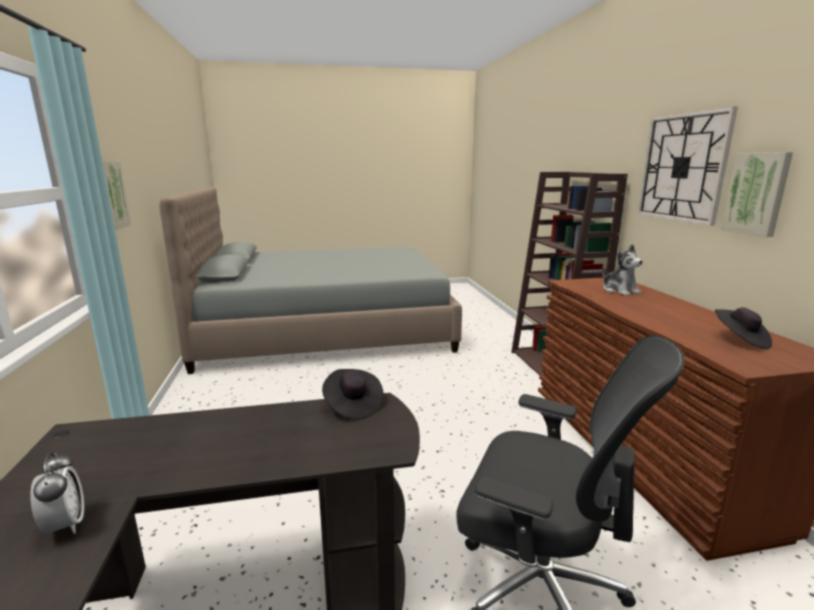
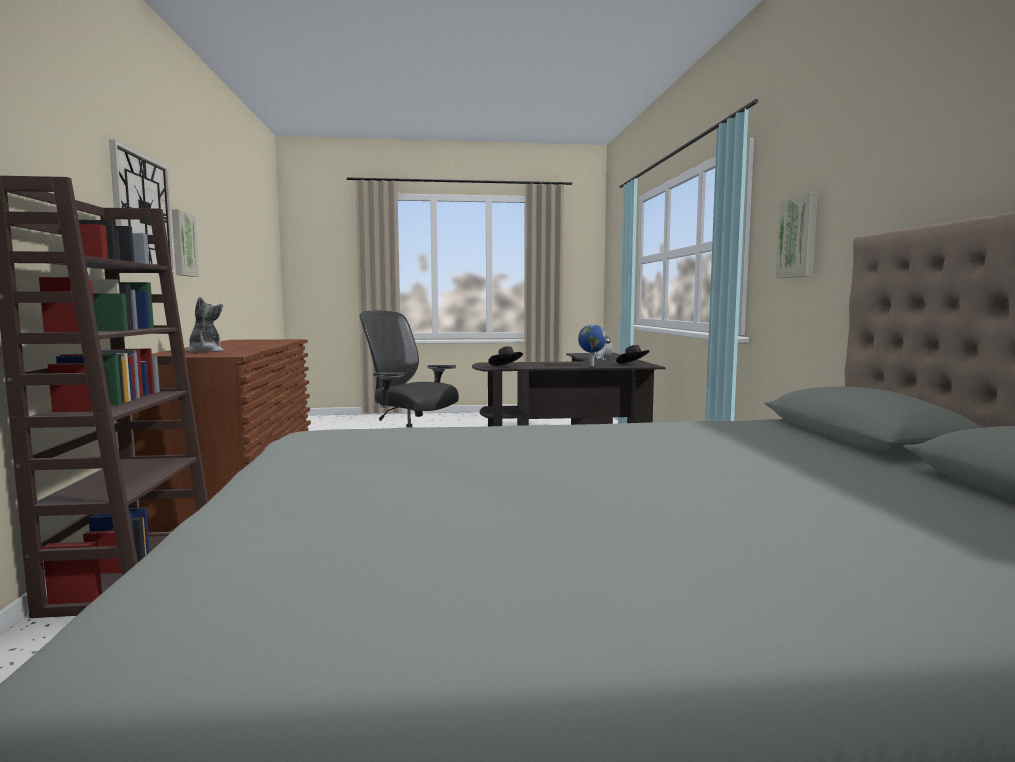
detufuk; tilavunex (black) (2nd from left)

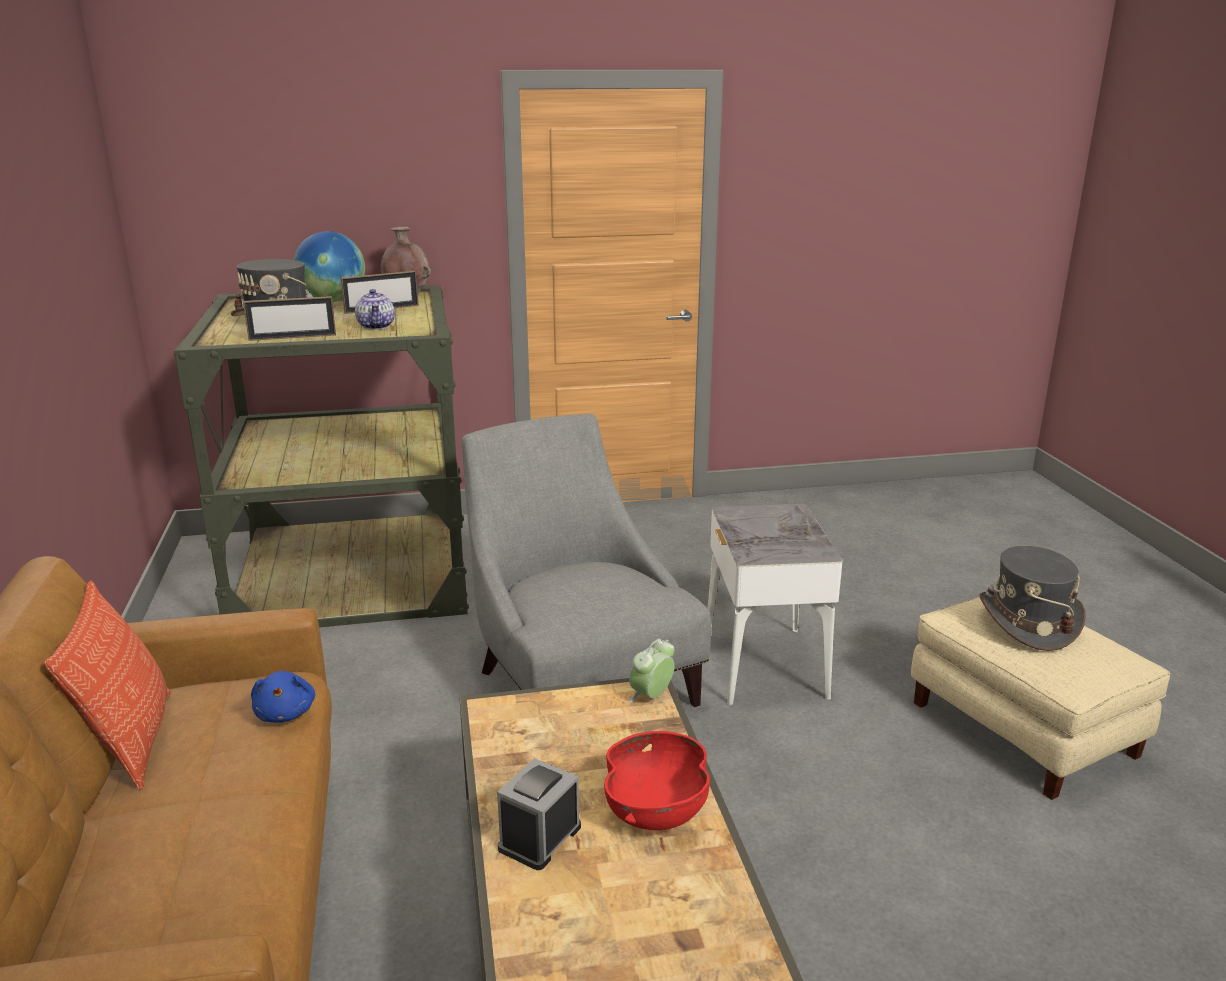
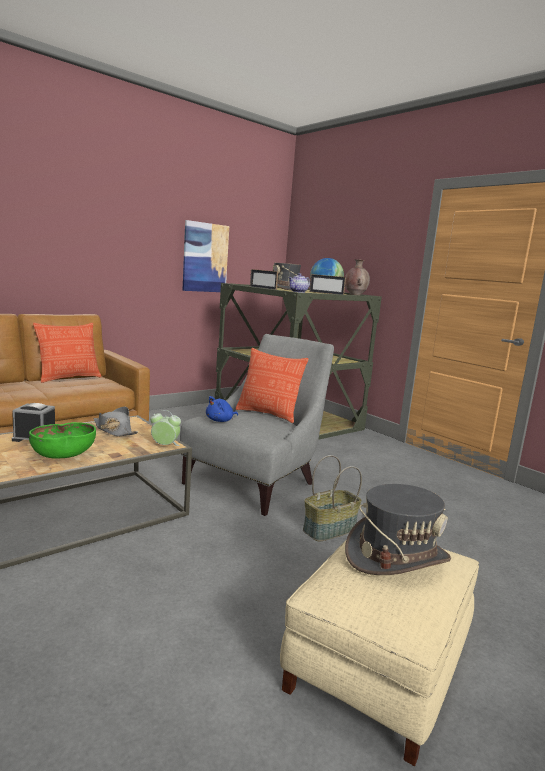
tilavunex (grey) (1st from left); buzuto; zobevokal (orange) (2nd from left); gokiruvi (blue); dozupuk; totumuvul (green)

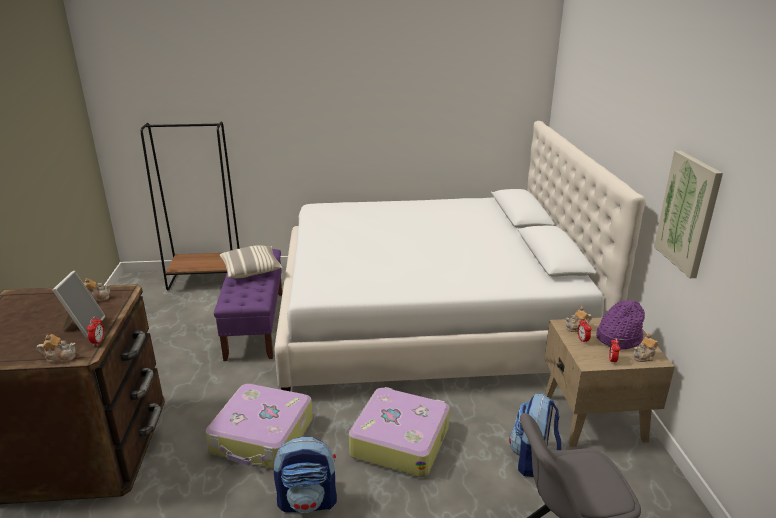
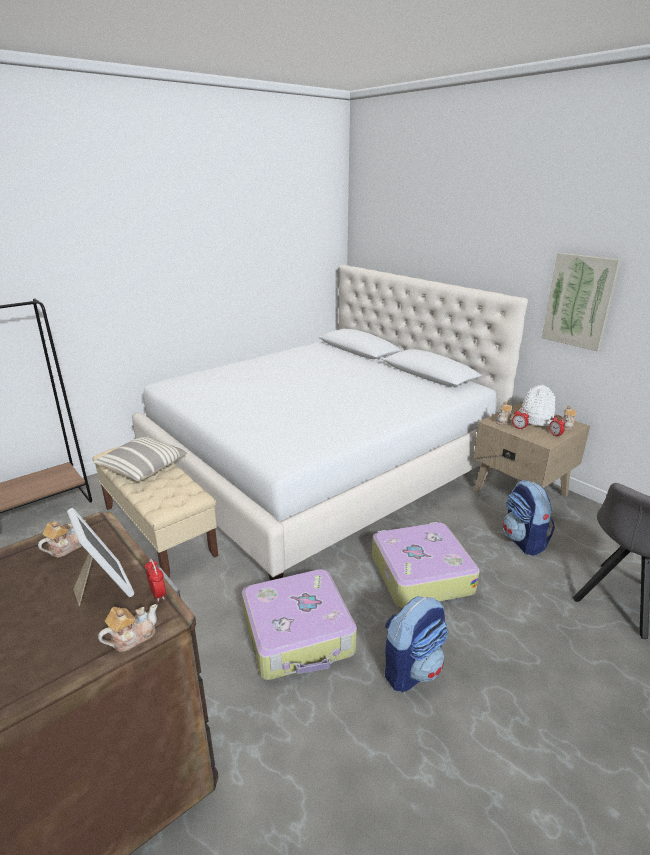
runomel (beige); tilavunex (white)

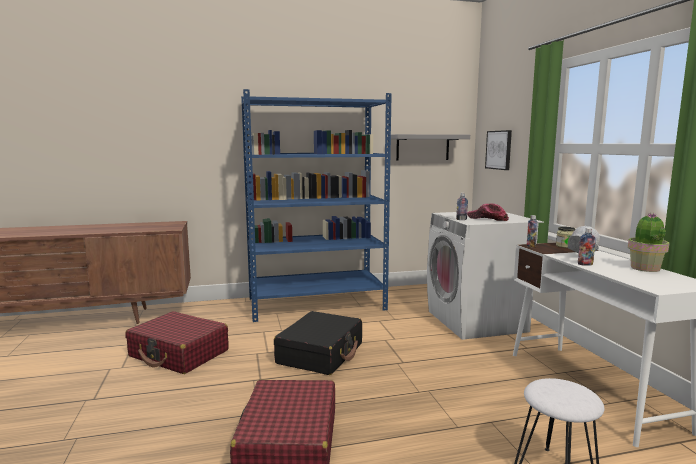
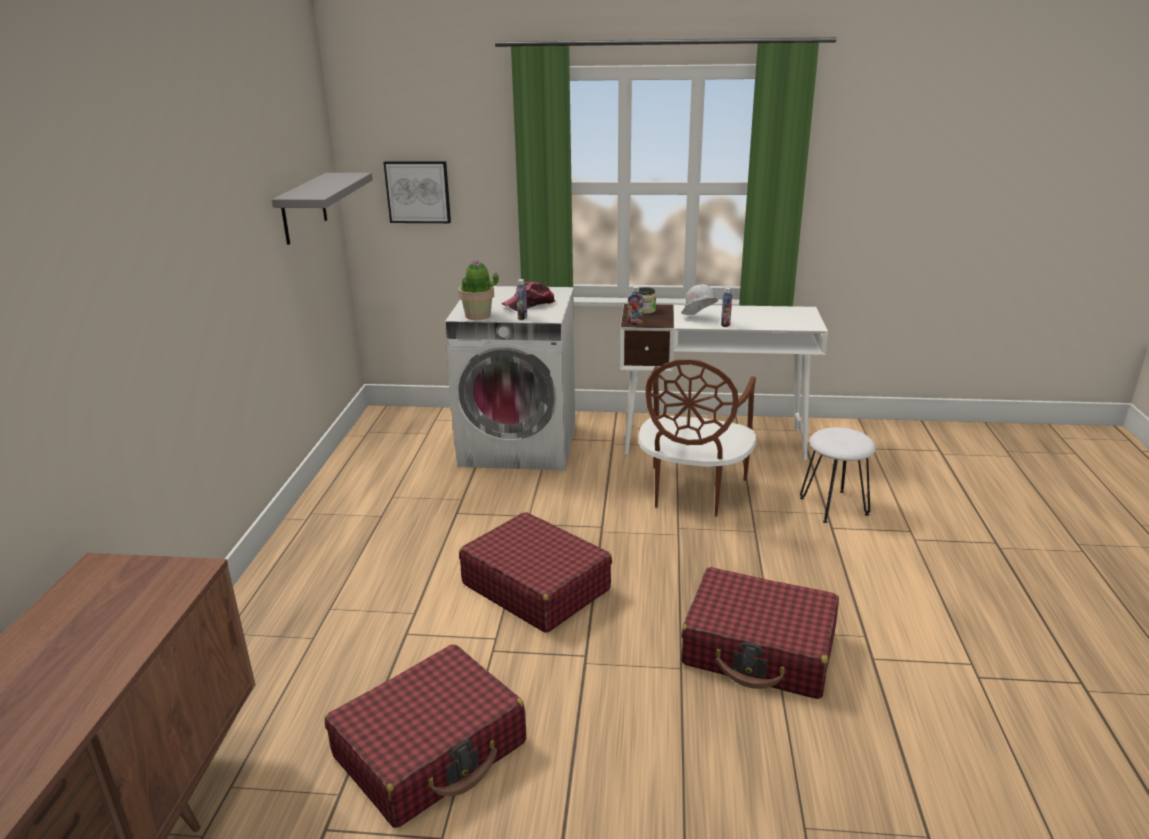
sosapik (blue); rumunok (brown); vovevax; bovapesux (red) (2nd from left)

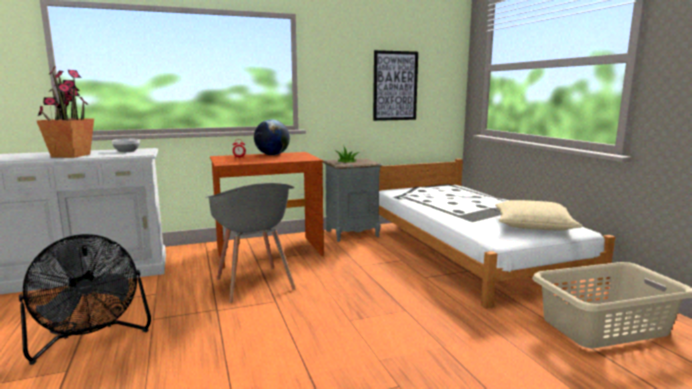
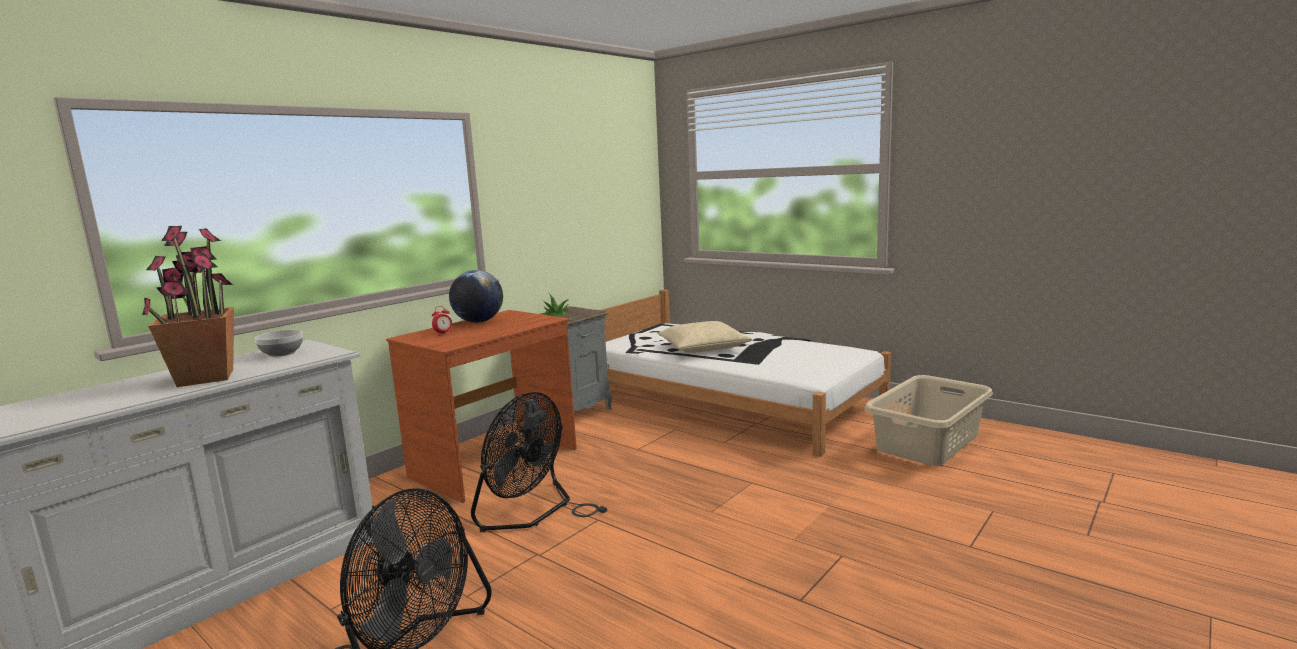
buzuto; zobevokal (beige); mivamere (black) (2nd from left)

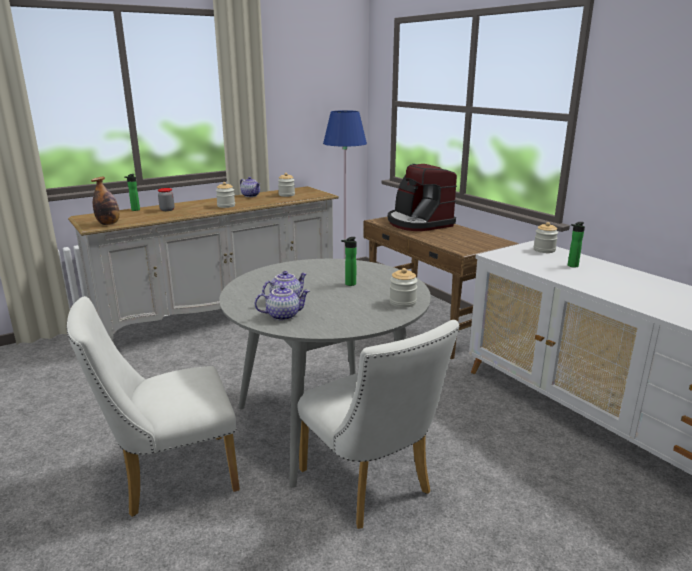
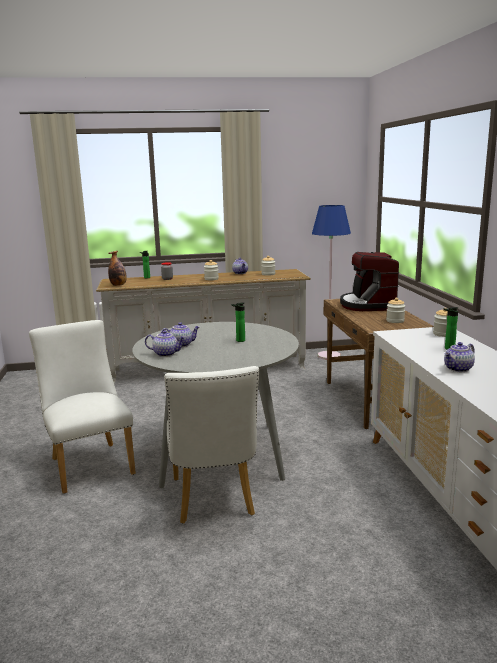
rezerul (4th from left); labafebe (4th from left); rumunok (white) (1st from left)

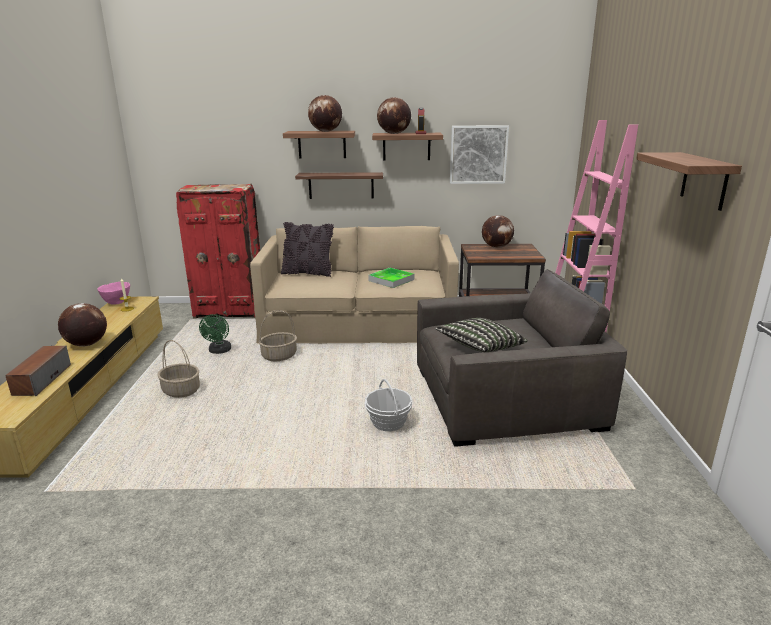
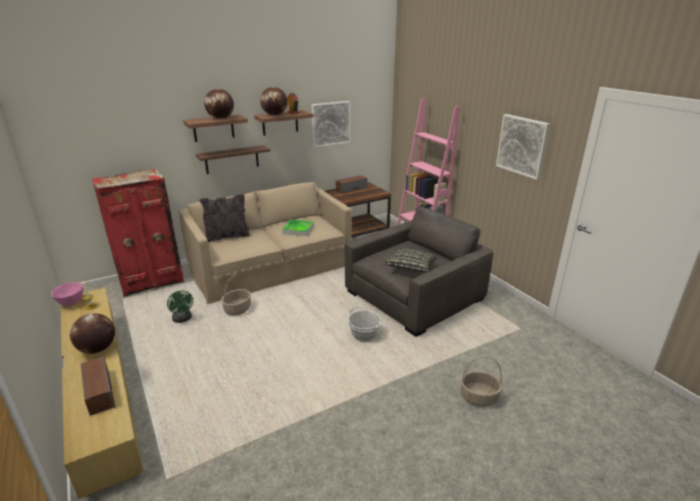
dozupuk (3rd from left); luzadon (2nd from left); buzuto (2nd from left)

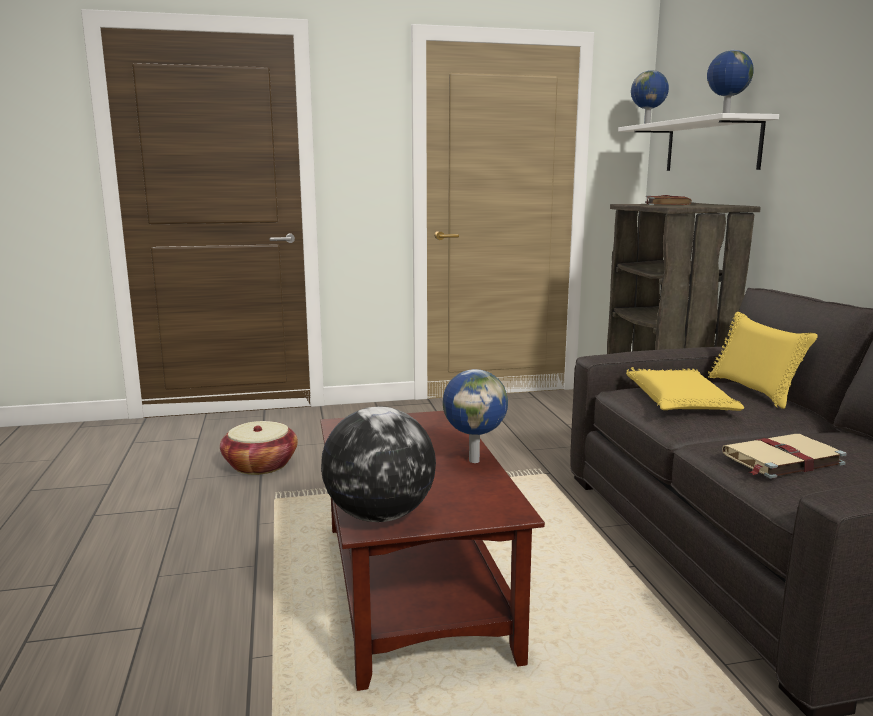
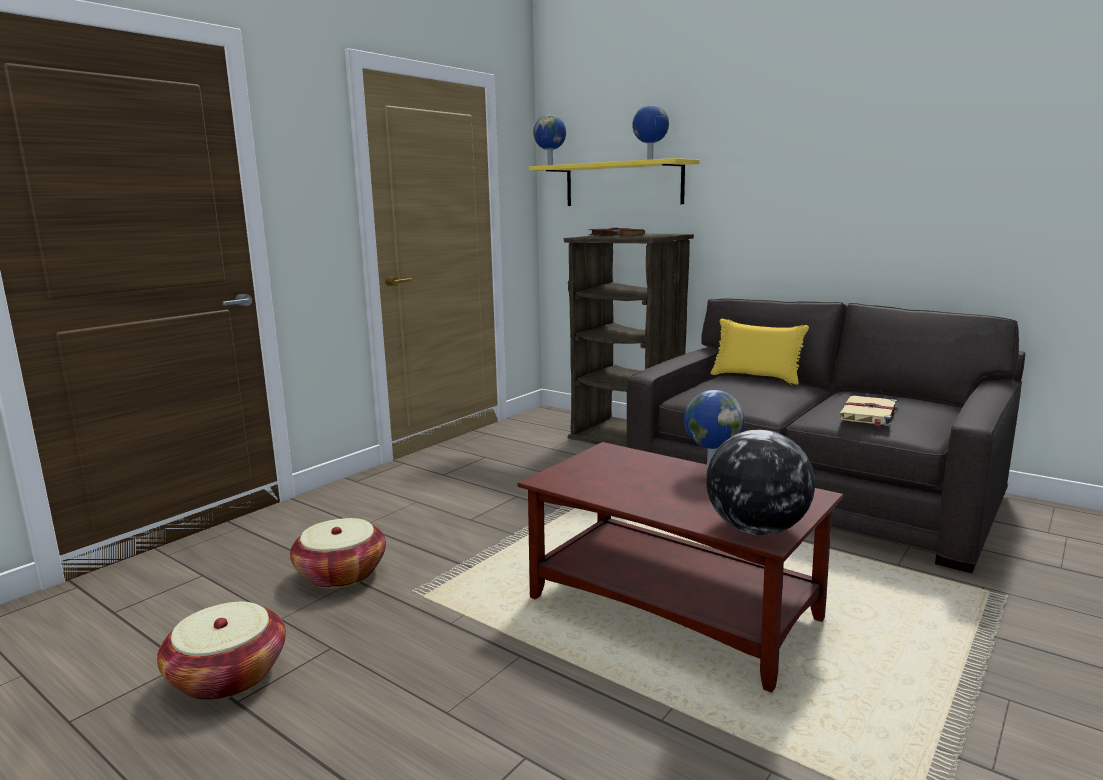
zobevokal (yellow) (1st from left in the first image); dozupuk (1st from left); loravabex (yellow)

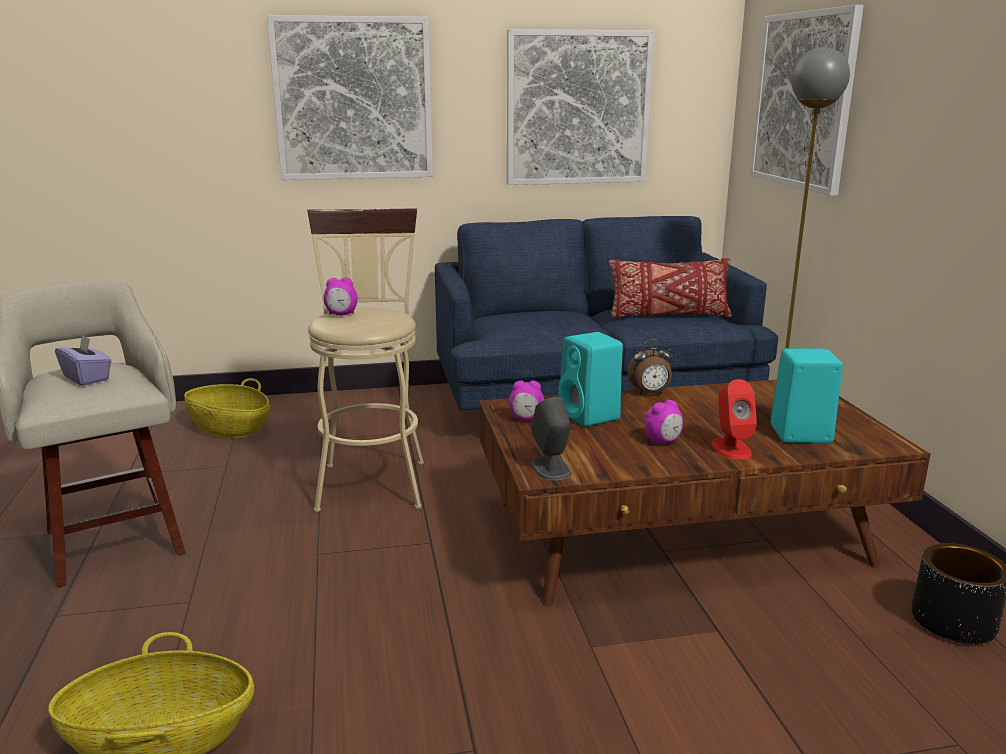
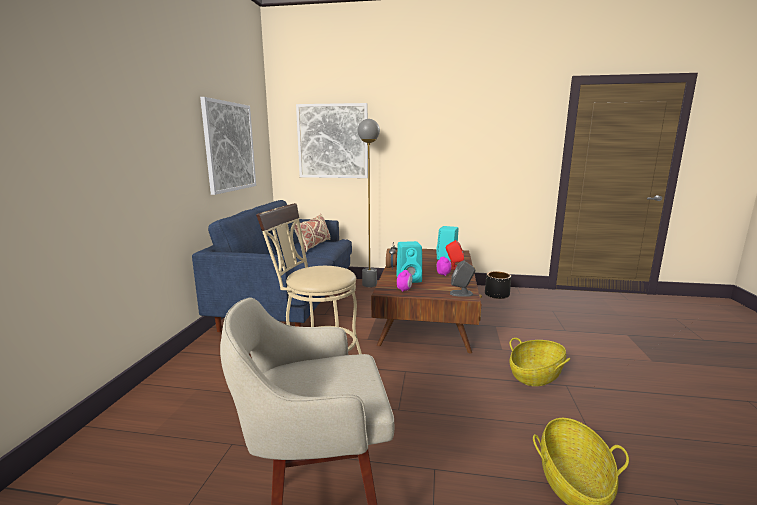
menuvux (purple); buzuto (1st from left in the first image); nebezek (1st from left in the first image); dozupuk (1st from left); zobevokal (beige)

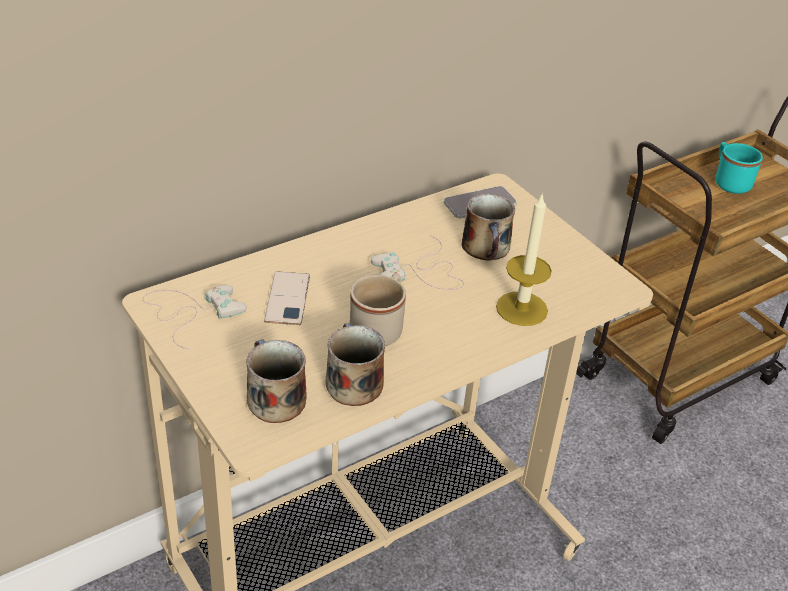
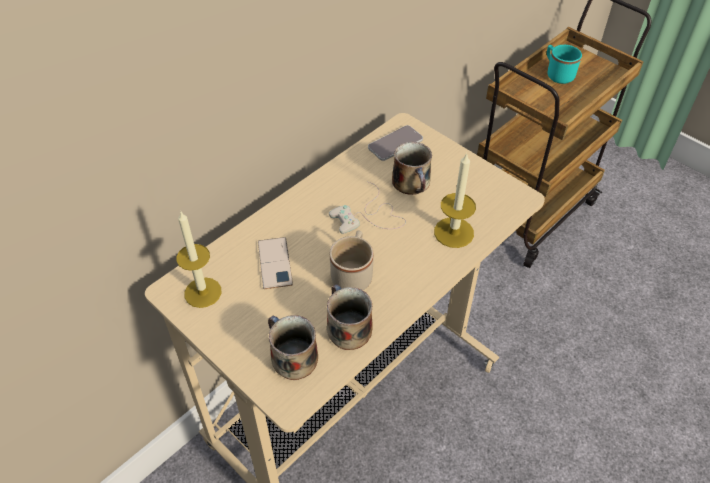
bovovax (1st from left)

